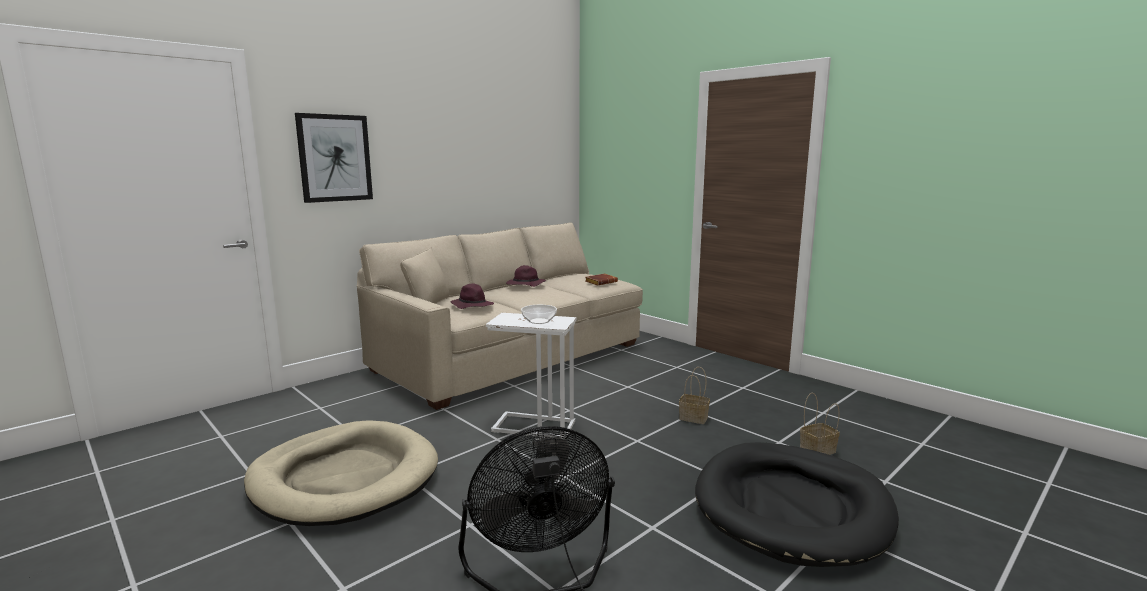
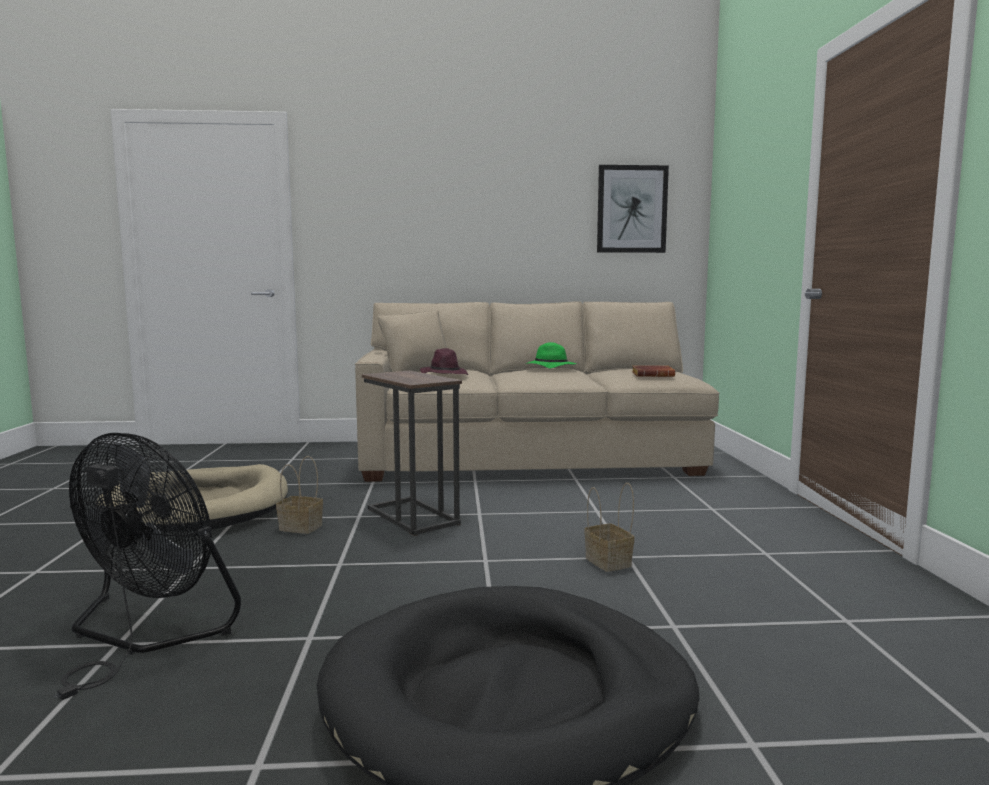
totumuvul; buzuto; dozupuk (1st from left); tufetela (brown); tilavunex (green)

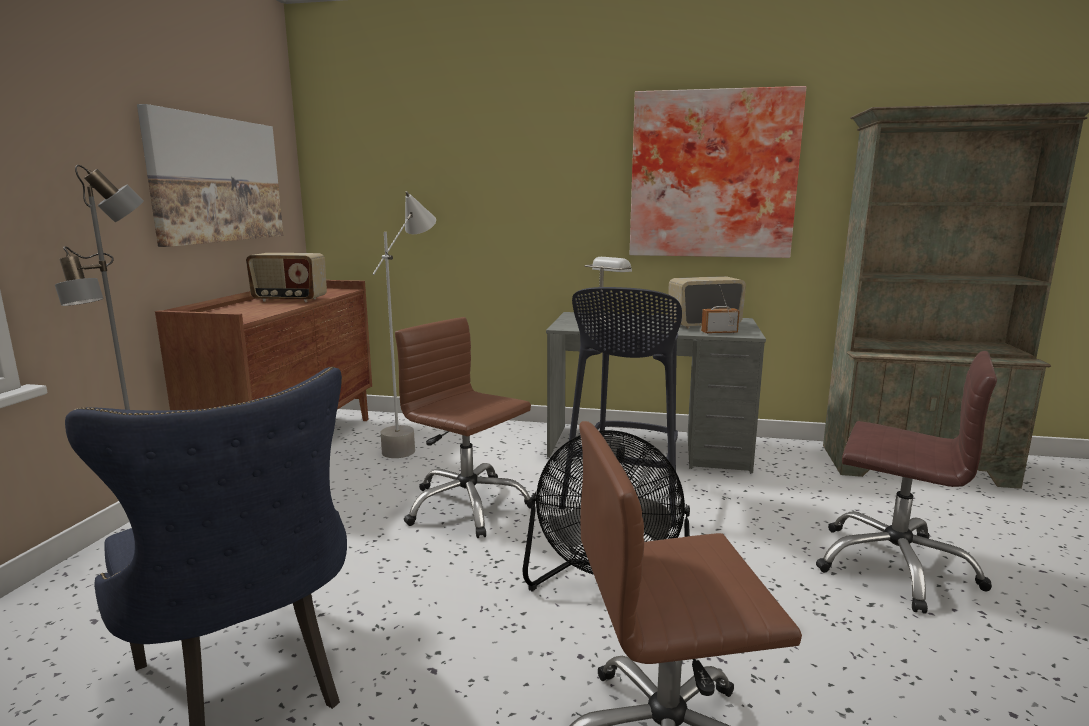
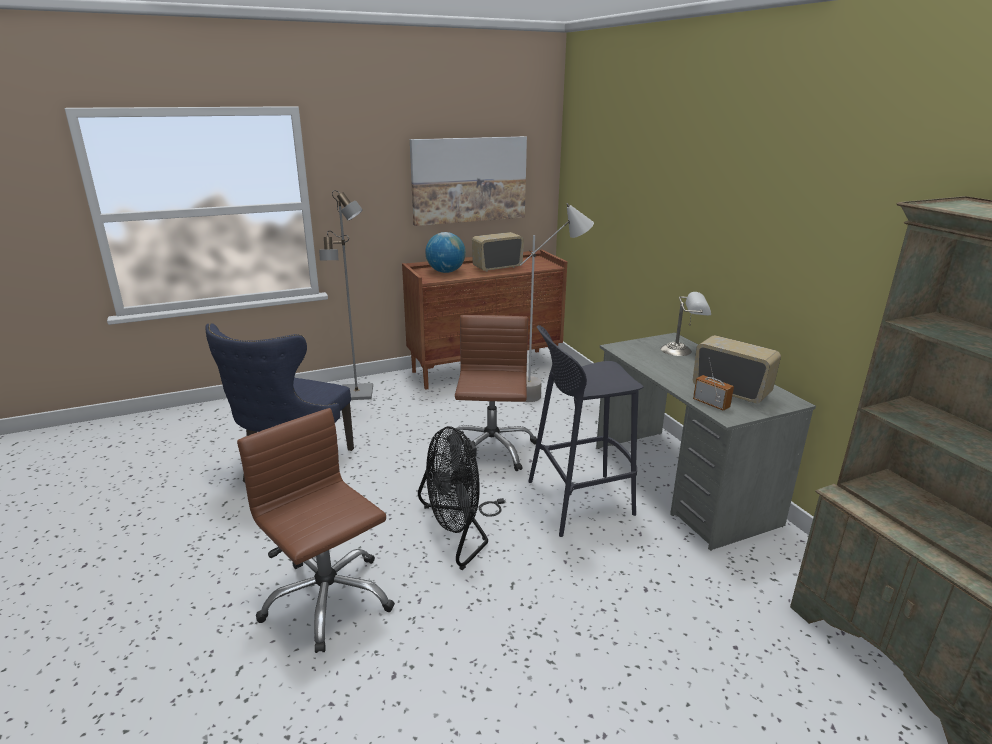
buzuto (2nd from left in the first image); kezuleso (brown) (3rd from left in the first image); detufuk; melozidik (1st from left)

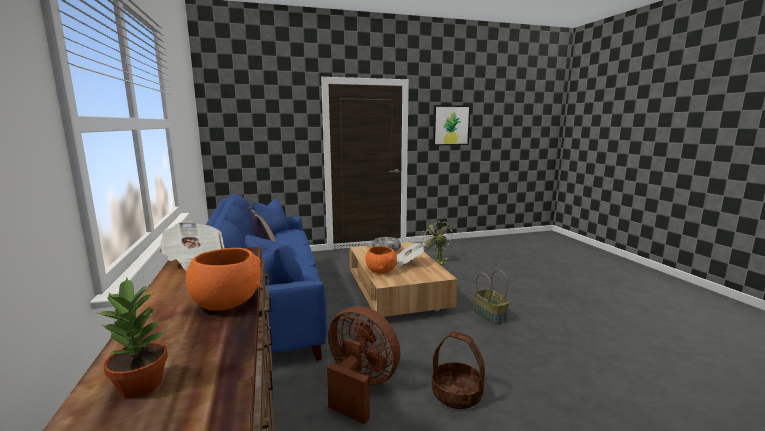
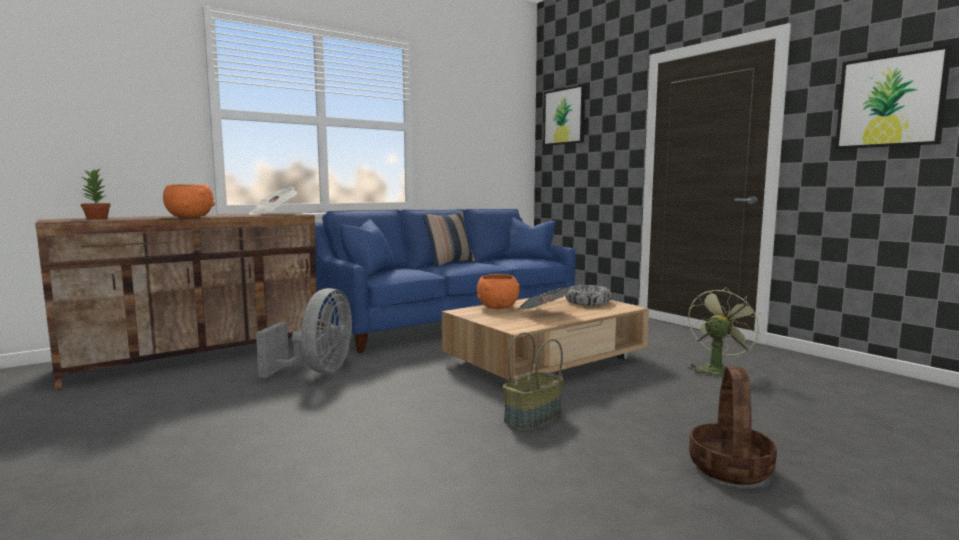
buzuto (1st from left); dozupuk (2nd from left); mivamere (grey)

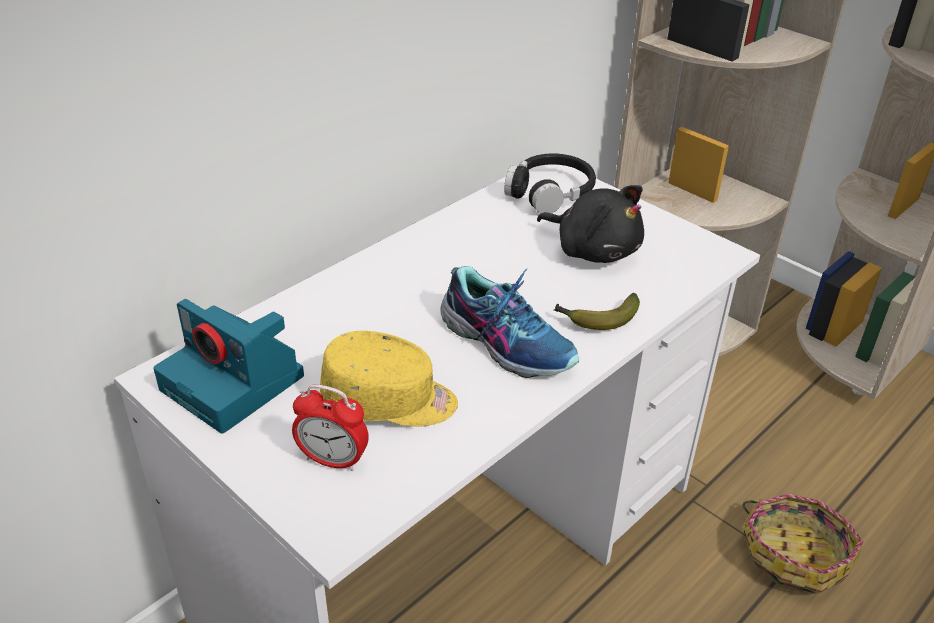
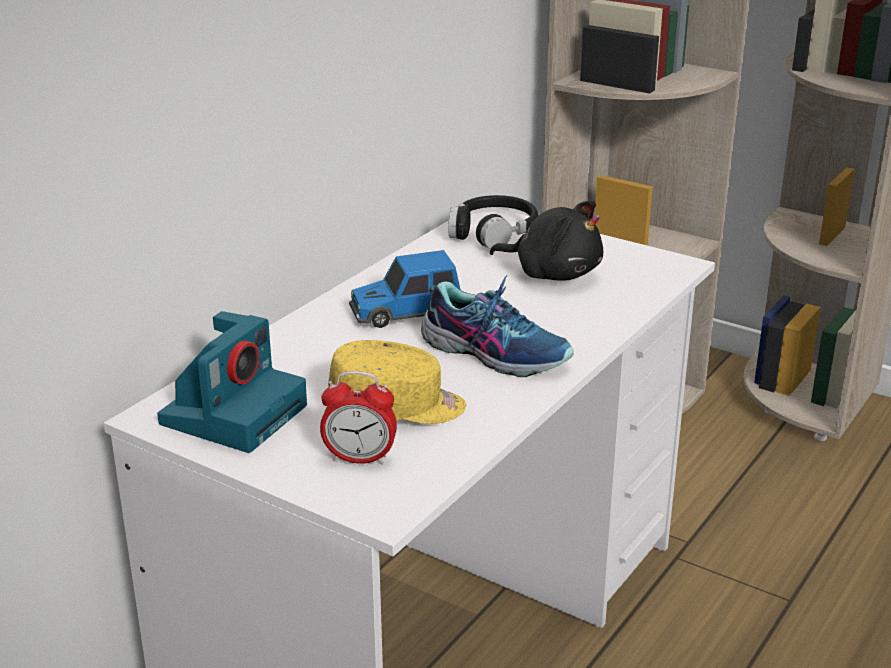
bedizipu; dozupuk; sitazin; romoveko

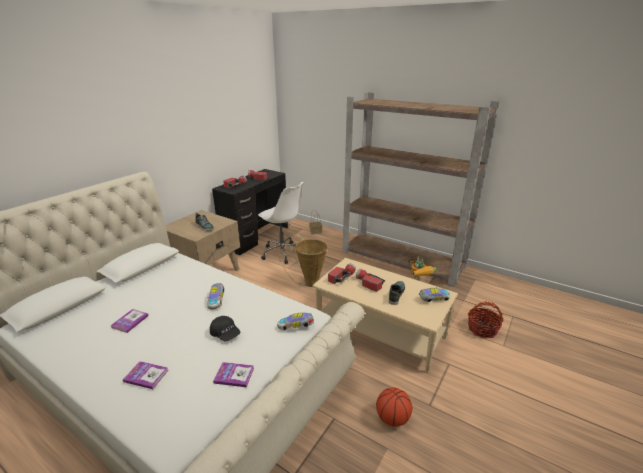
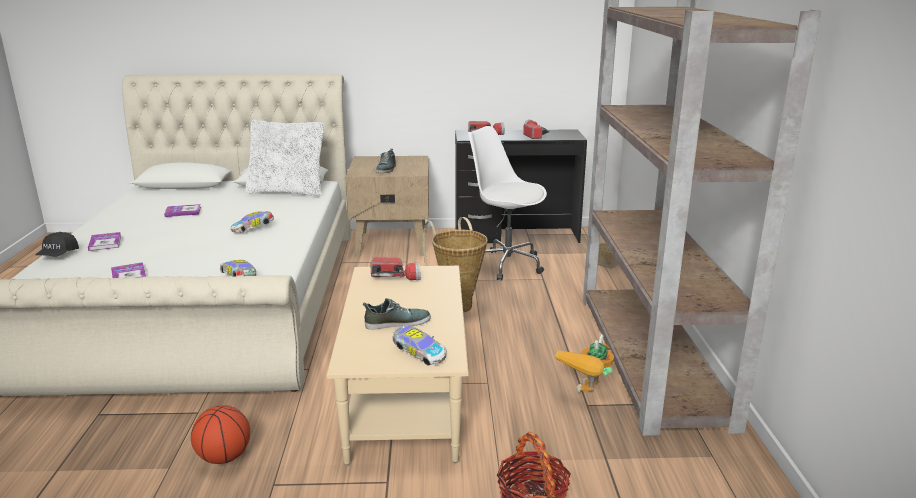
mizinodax (4th from left in the first image); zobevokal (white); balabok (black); kezuleso (white)

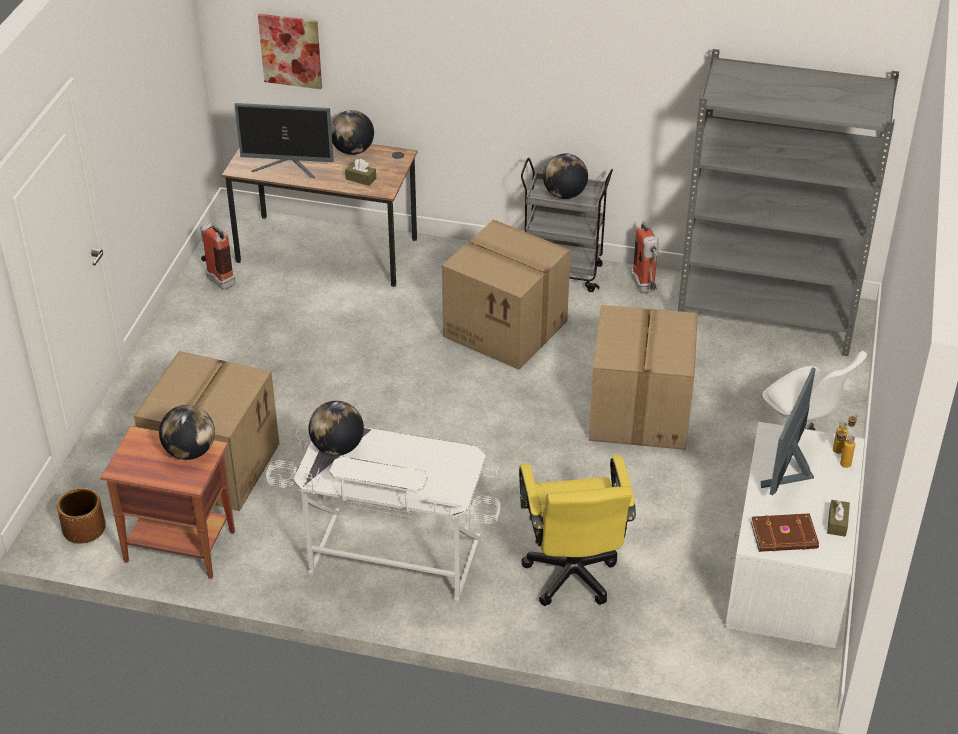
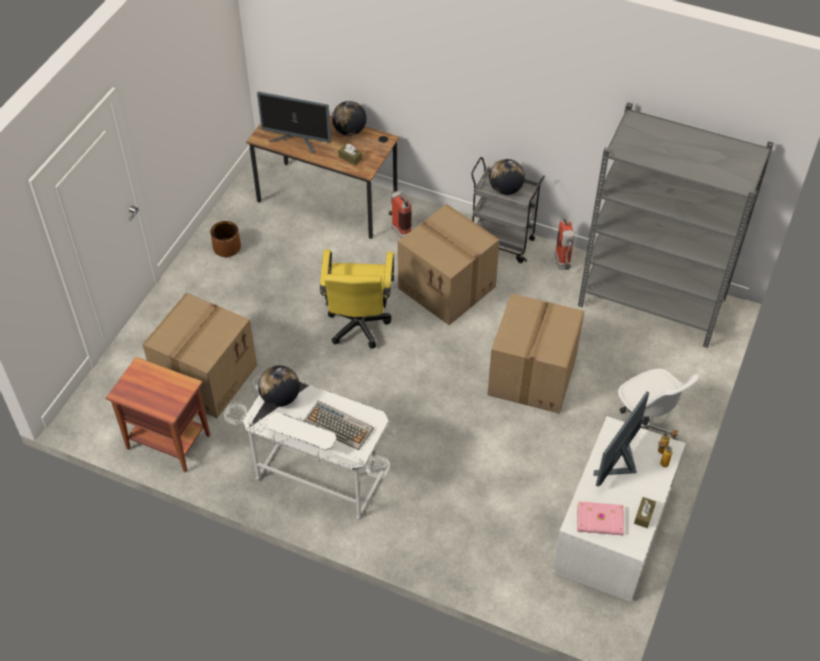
detufuk (1st from left in the first image); buzuto; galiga; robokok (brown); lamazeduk (1st from left); kezuleso (yellow); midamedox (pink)

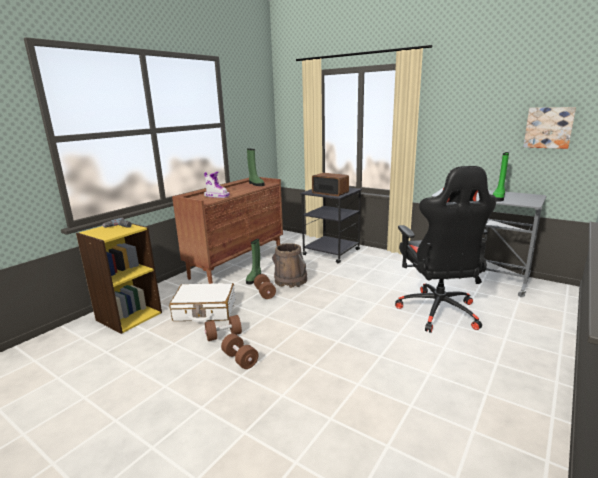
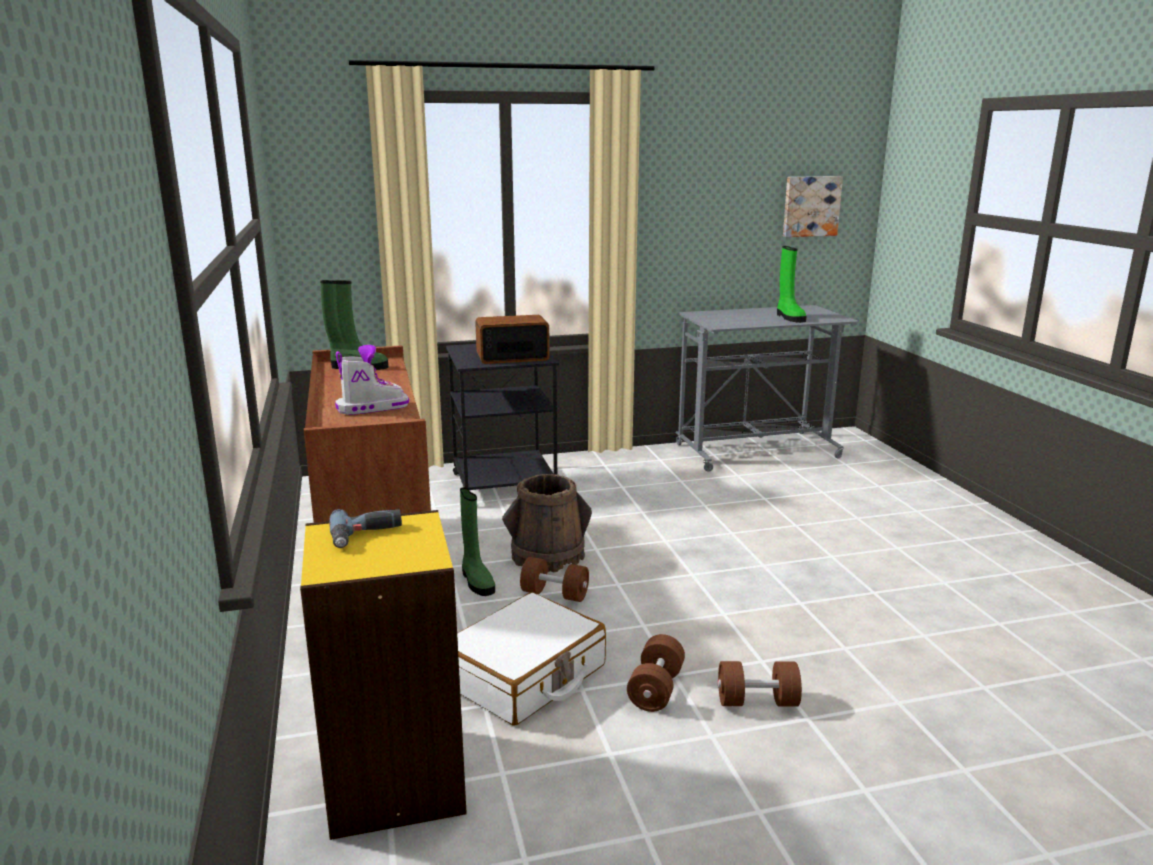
kezuleso (black)

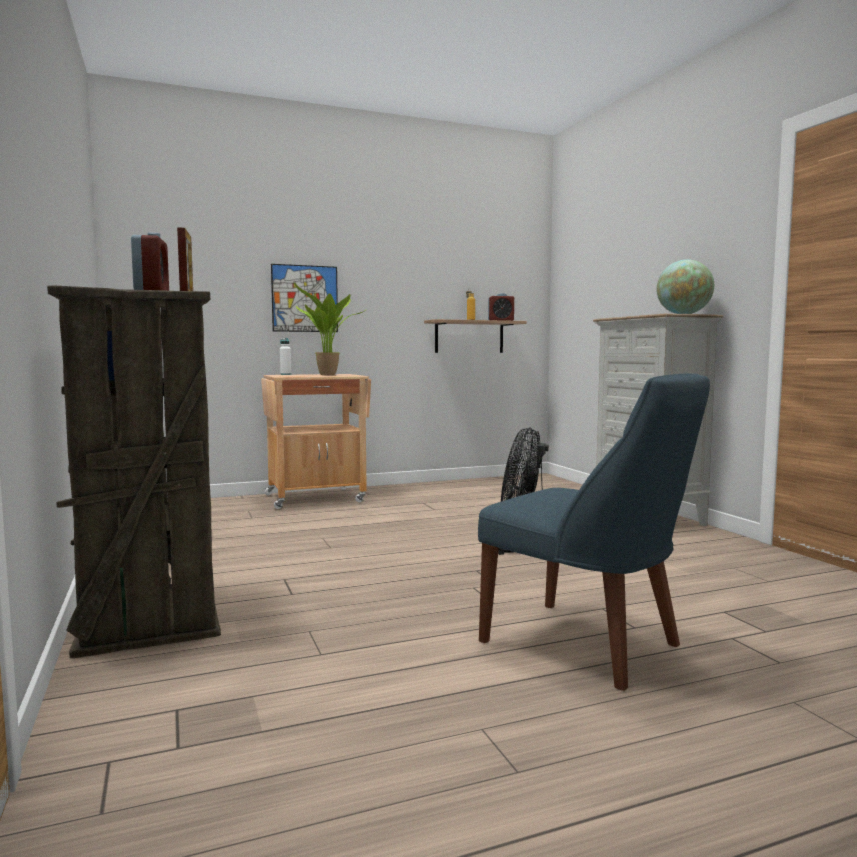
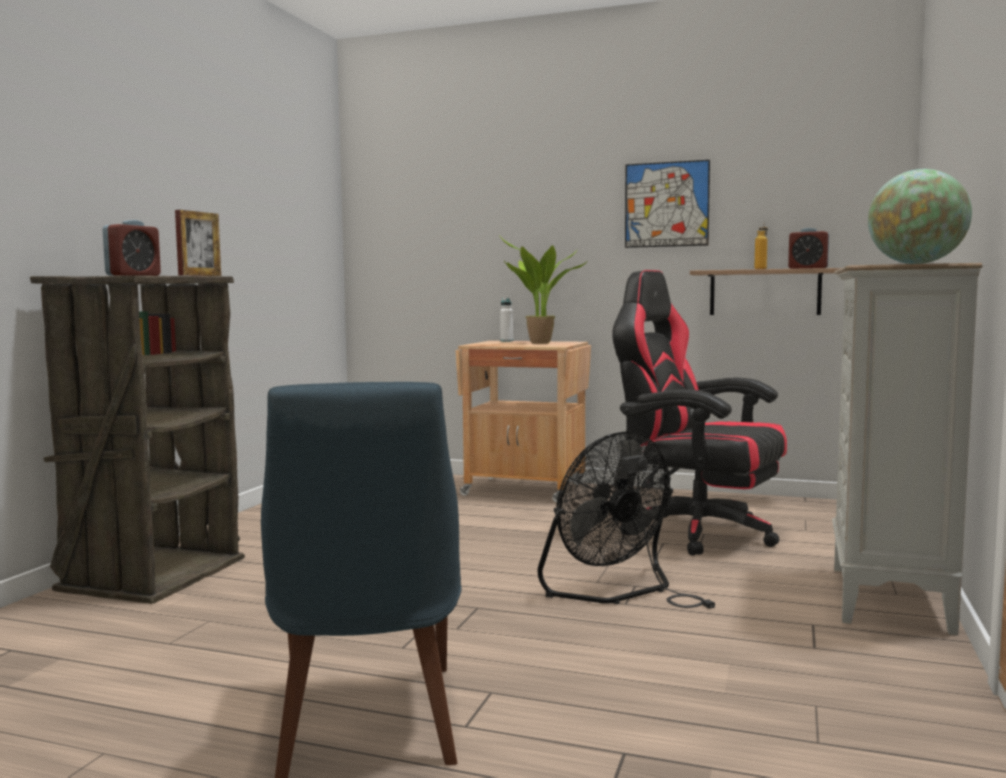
kezuleso (black); buzuto

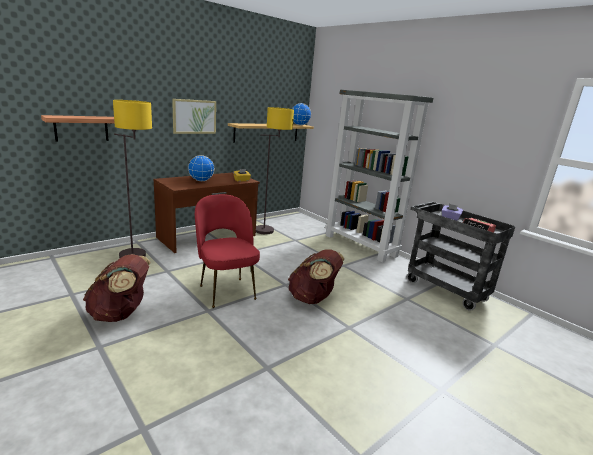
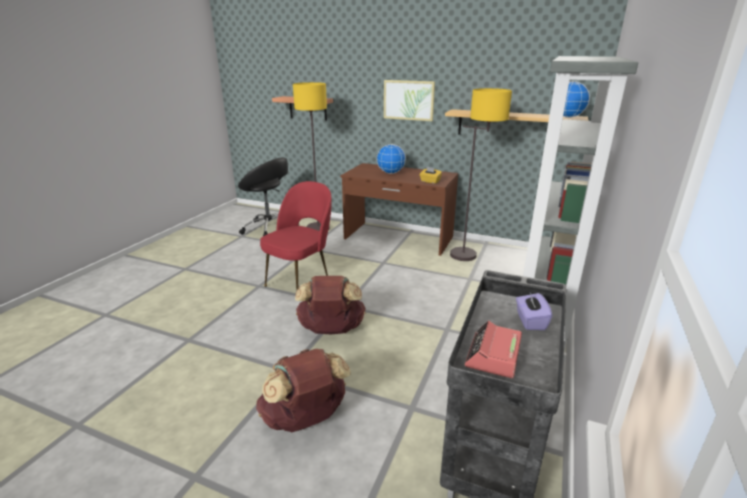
kezuleso (black); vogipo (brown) (1st from left)

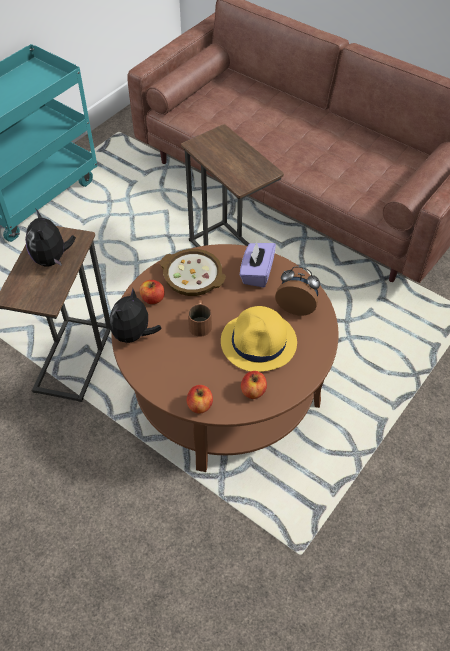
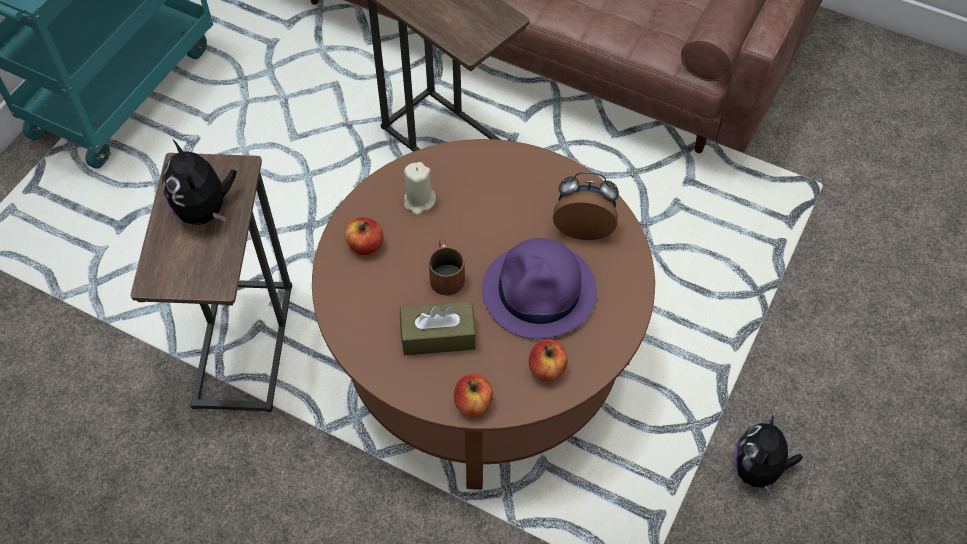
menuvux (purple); menuvux (brown); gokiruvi (2nd from left); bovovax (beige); tilavunex (purple)

